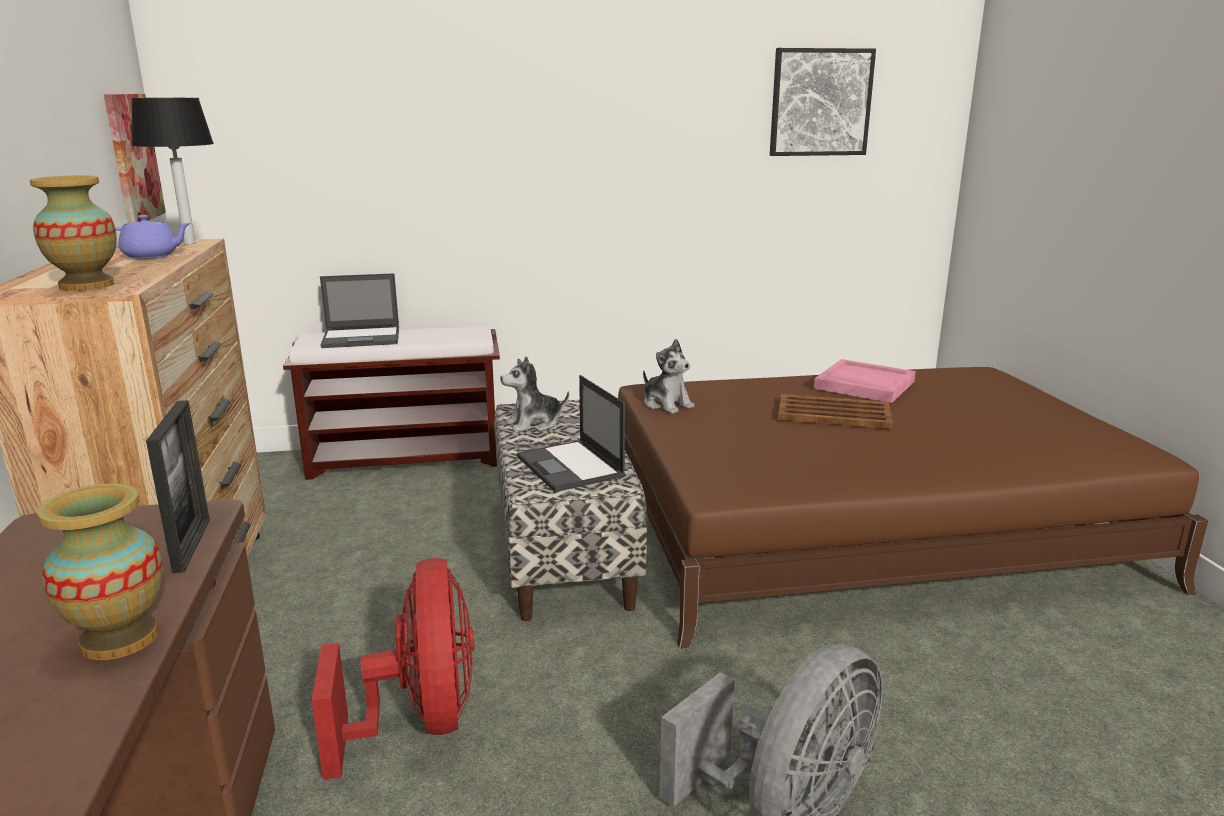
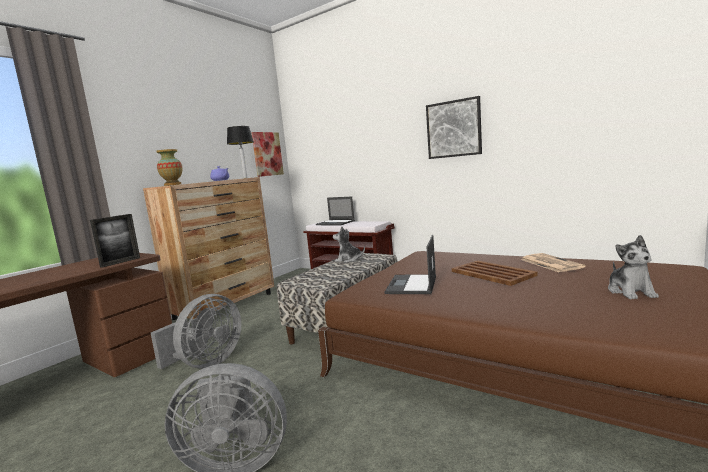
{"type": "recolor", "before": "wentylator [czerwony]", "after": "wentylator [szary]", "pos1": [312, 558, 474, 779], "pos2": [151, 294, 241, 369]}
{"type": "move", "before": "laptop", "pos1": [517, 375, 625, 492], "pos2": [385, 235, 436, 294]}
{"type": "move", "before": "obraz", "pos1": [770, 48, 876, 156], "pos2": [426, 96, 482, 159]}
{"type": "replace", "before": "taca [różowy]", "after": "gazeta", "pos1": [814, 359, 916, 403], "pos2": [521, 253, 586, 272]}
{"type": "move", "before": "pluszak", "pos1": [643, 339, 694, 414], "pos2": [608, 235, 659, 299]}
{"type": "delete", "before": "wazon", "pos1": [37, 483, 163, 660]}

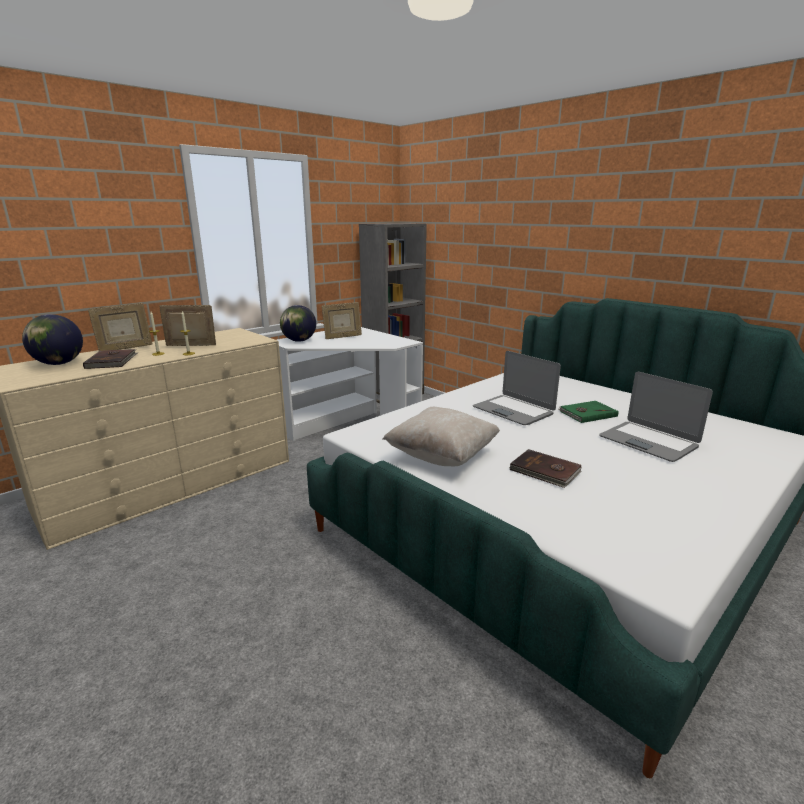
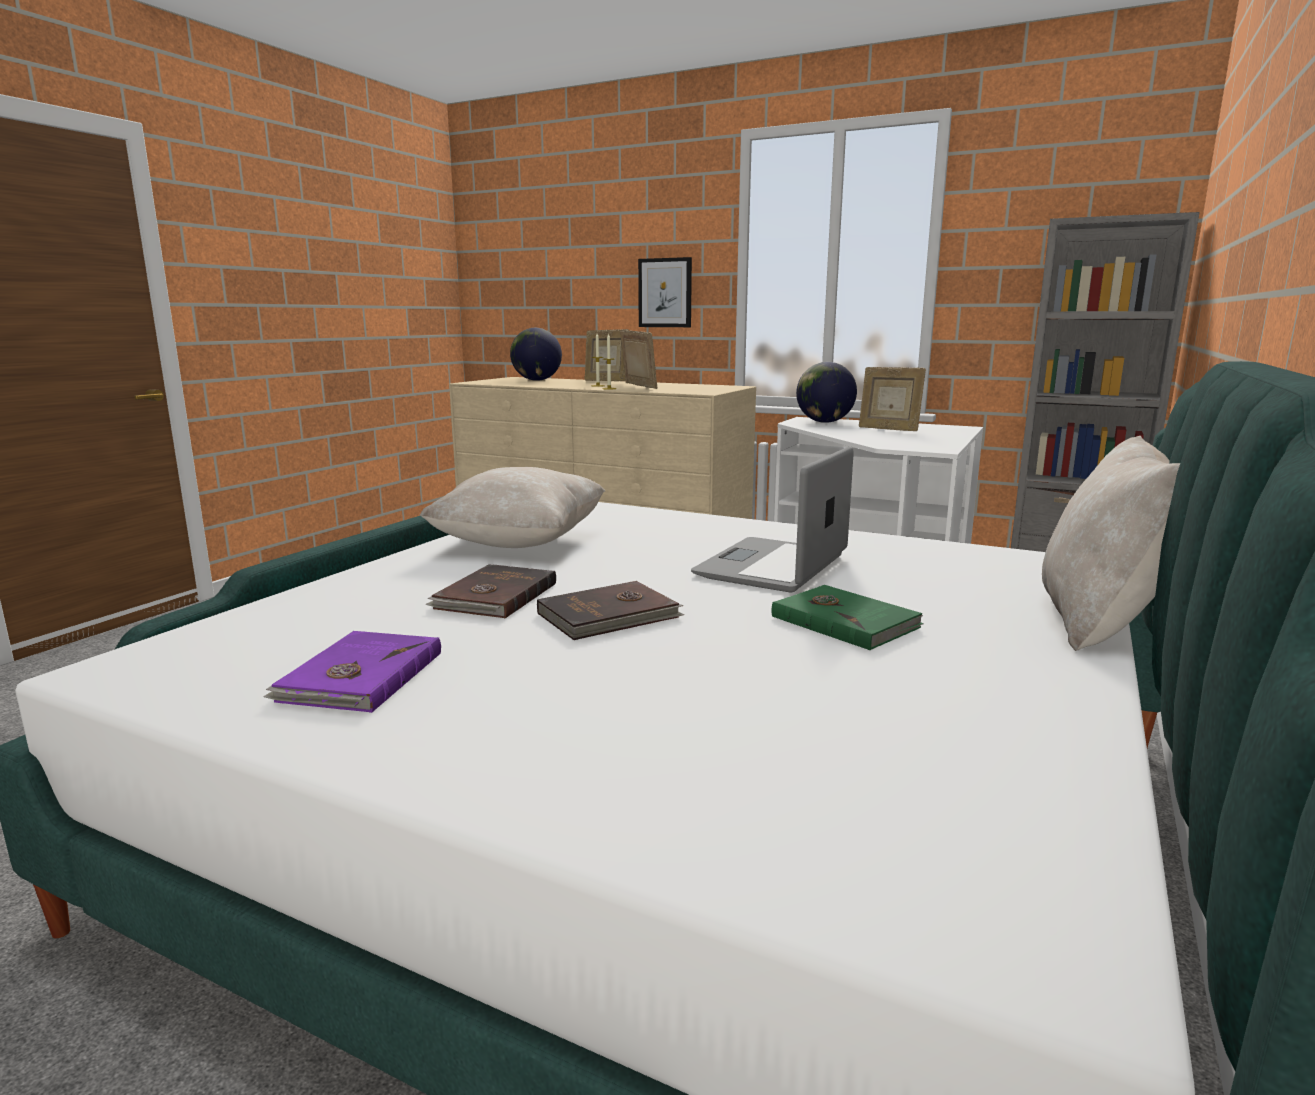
{"type": "insert", "after": "książka [fioletowy]", "pos2": [263, 631, 441, 713]}
{"type": "move", "before": "książka [brązowy]", "pos1": [83, 349, 138, 369], "pos2": [537, 581, 684, 640]}
{"type": "insert", "after": "obraz", "pos2": [638, 257, 692, 327]}
{"type": "insert", "after": "poduszka [beżowy]", "pos2": [1042, 436, 1180, 651]}
{"type": "delete", "before": "laptop", "pos1": [599, 372, 713, 462]}

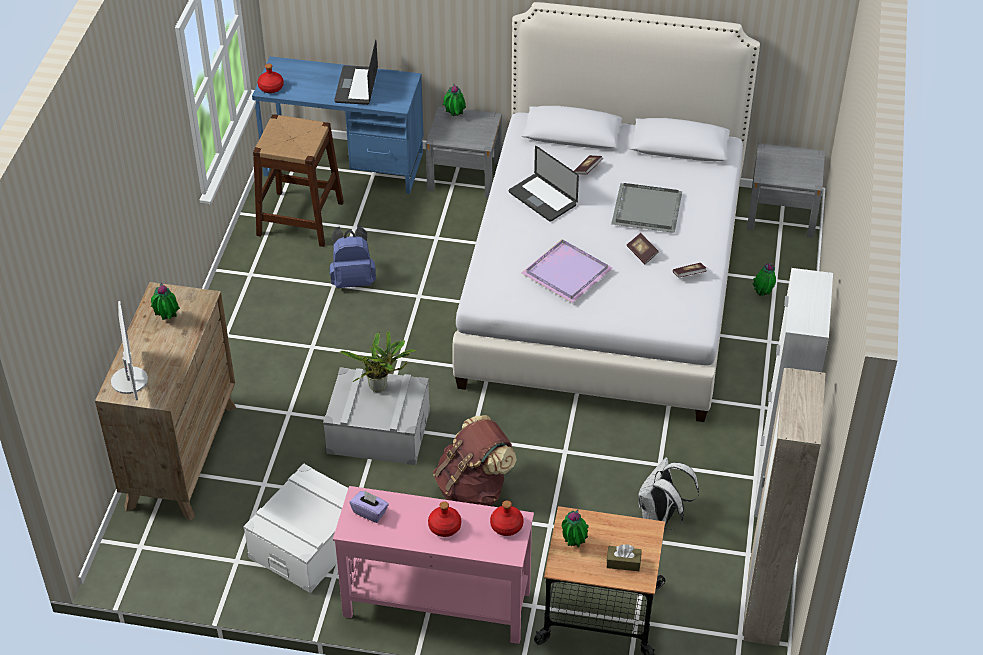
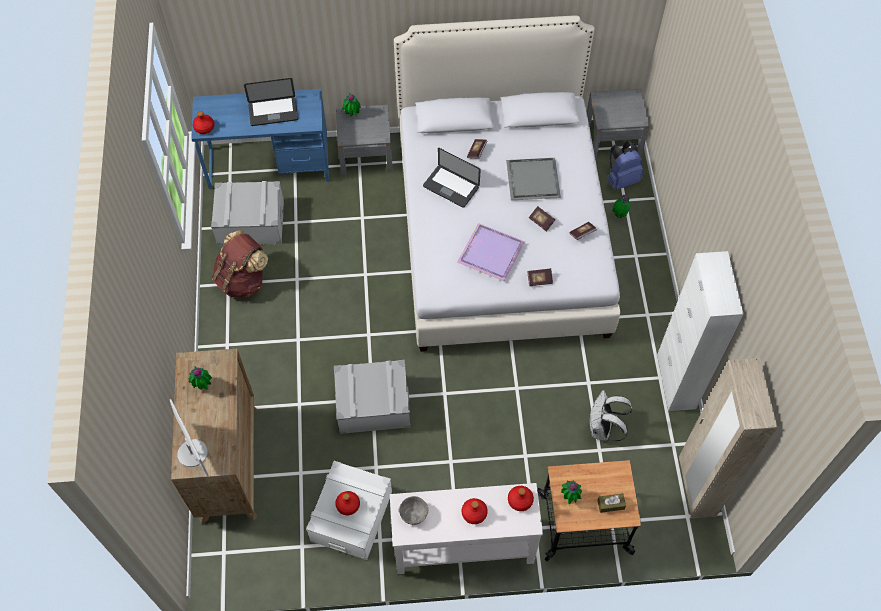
{"type": "replace", "before": "stołek [brązowy]", "after": "pojemnik do przechowywania [szary]", "pos1": [253, 114, 344, 247], "pos2": [211, 181, 284, 246]}
{"type": "move", "before": "plecak [brązowy]", "pos1": [433, 415, 517, 506], "pos2": [211, 230, 268, 298]}
{"type": "rotate", "before": "laptop", "pos1": [334, 40, 378, 105], "pos2": [244, 78, 298, 126], "turn": -90}
{"type": "insert", "after": "butelka [czerwony]", "pos2": [335, 491, 360, 515]}
{"type": "recolor", "before": "stolik konsolowy [różowy]", "after": "stolik konsolowy [biały]", "pos1": [333, 486, 534, 644], "pos2": [390, 483, 543, 574]}
{"type": "replace", "before": "pudełko chusteczek [fioletowy]", "after": "miska [szary]", "pos1": [350, 491, 389, 523], "pos2": [399, 496, 428, 525]}
{"type": "insert", "after": "książka", "pos2": [527, 268, 553, 286]}
{"type": "move", "before": "plecak [niebieski]", "pos1": [329, 225, 376, 288], "pos2": [608, 140, 643, 190]}
{"type": "delete", "before": "roślina doniczkowa", "pos1": [340, 331, 416, 392]}

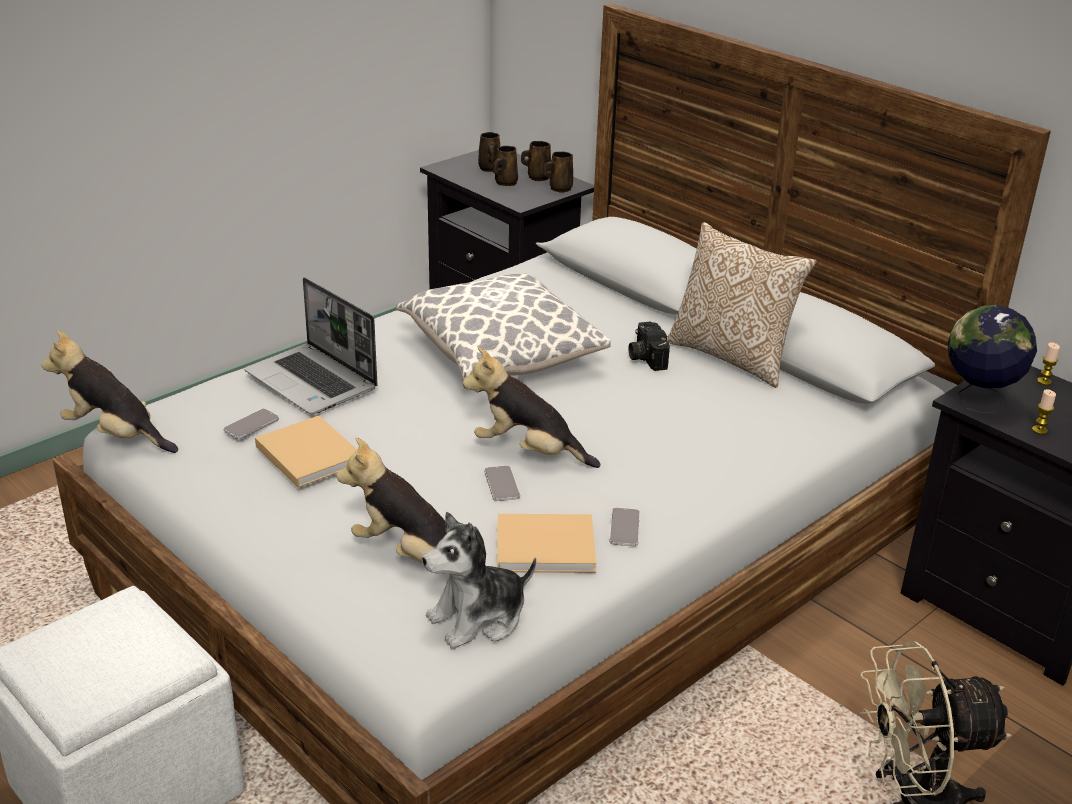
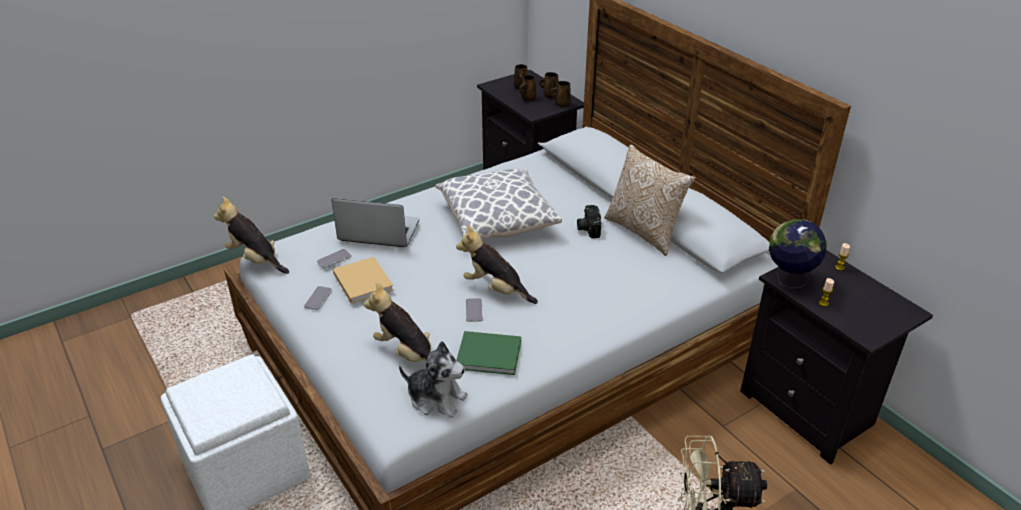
{"type": "move", "before": "telefon", "pos1": [609, 508, 640, 546], "pos2": [304, 286, 332, 310]}
{"type": "rotate", "before": "laptop", "pos1": [244, 277, 378, 414], "pos2": [332, 198, 419, 247], "turn": 135}
{"type": "rotate", "before": "pluszak", "pos1": [422, 512, 536, 649], "pos2": [399, 341, 468, 418], "turn": -135}
{"type": "recolor", "before": "książka [beżowy]", "after": "książka [zielony]", "pos1": [497, 514, 596, 573], "pos2": [456, 331, 521, 375]}

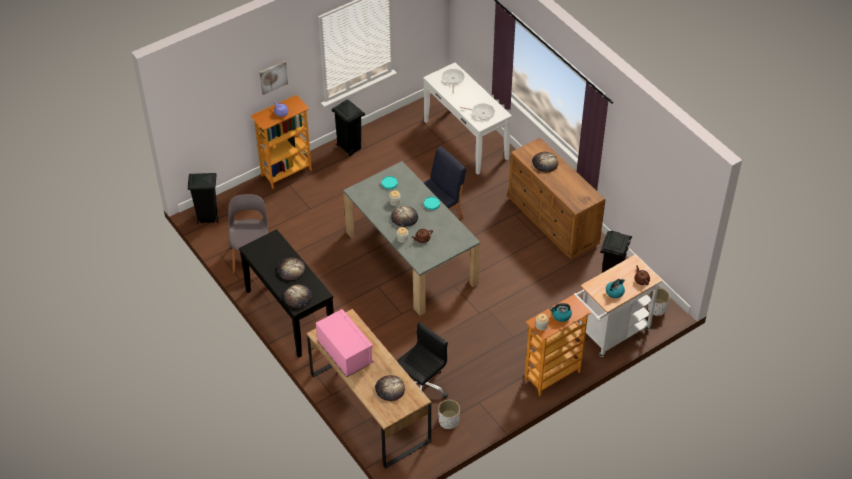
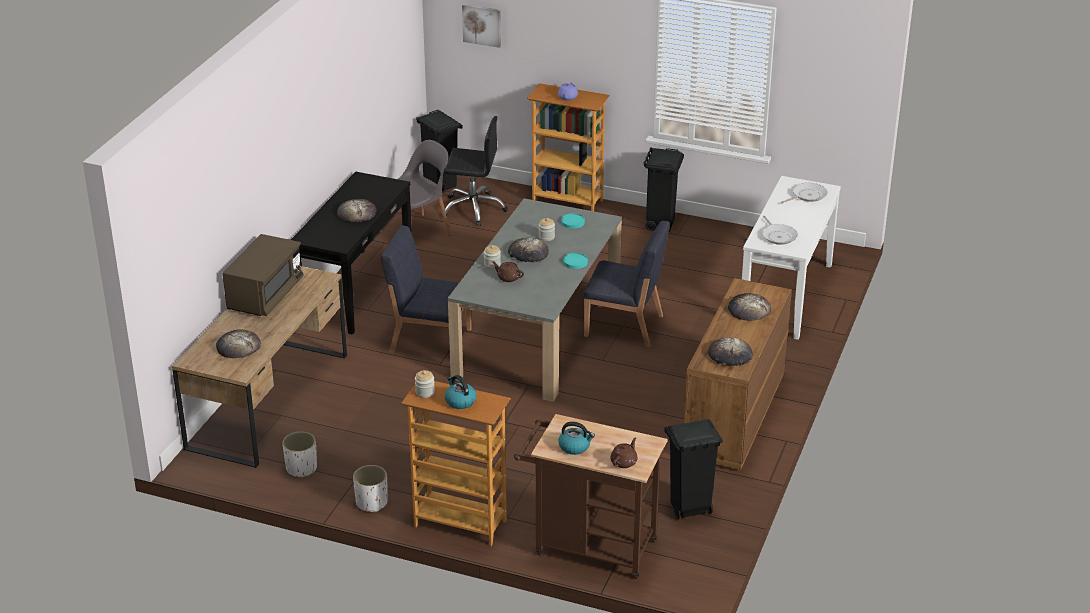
{"type": "recolor", "before": "mikrofalówka [różowy]", "after": "mikrofalówka [brązowy]", "pos1": [316, 309, 374, 377], "pos2": [222, 234, 304, 316]}
{"type": "move", "before": "donica [biały]", "pos1": [648, 288, 670, 316], "pos2": [353, 465, 388, 512]}
{"type": "insert", "after": "krzesło [niebieski]", "pos2": [381, 225, 471, 353]}
{"type": "move", "before": "krzesło biurowe [czarny]", "pos1": [397, 322, 448, 398], "pos2": [441, 116, 508, 226]}
{"type": "move", "before": "obraz", "pos1": [260, 61, 288, 95], "pos2": [462, 4, 501, 48]}
{"type": "recolor", "before": "wózek [biały]", "after": "wózek [brązowy]", "pos1": [574, 255, 662, 357], "pos2": [514, 414, 668, 579]}
{"type": "move", "before": "chleb", "pos1": [284, 285, 312, 308], "pos2": [708, 337, 753, 366]}

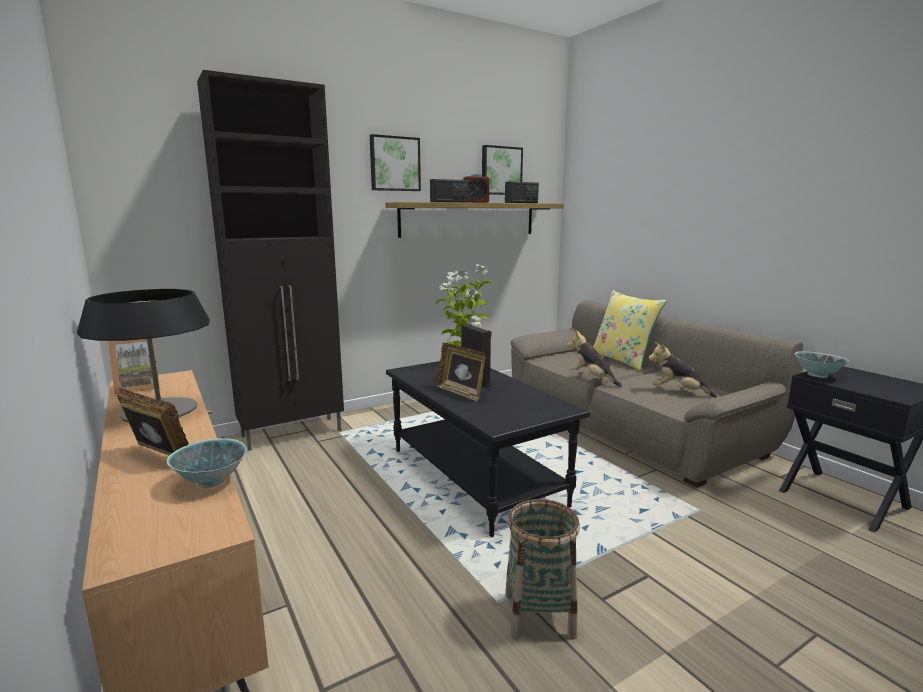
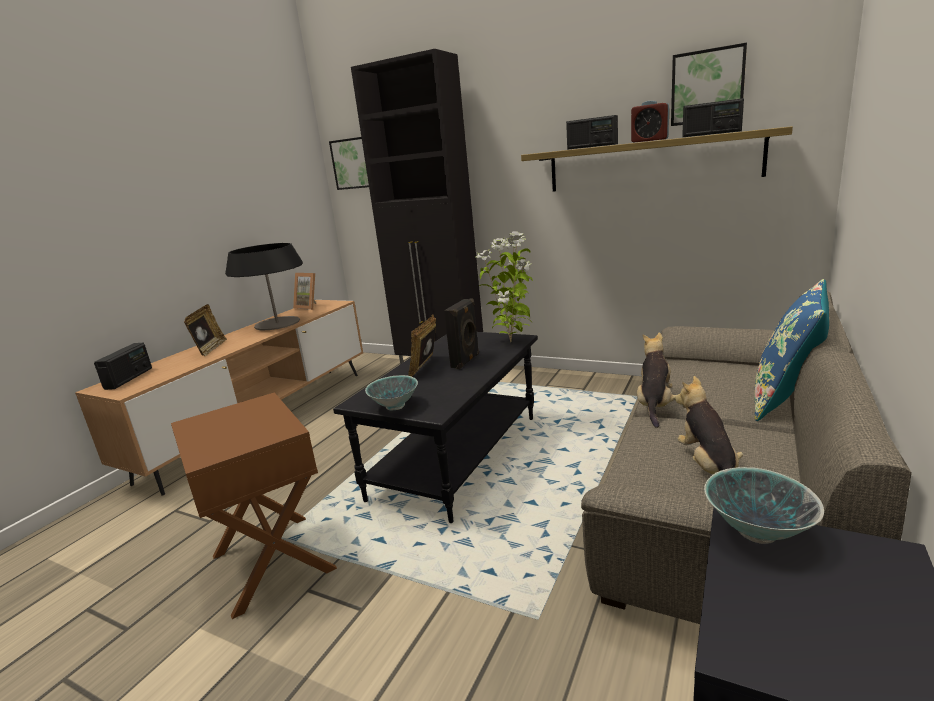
{"type": "insert", "after": "radio", "pos2": [94, 343, 152, 390]}
{"type": "replace", "before": "koszyk", "after": "stolik [brązowy]", "pos1": [505, 499, 580, 640], "pos2": [171, 392, 337, 619]}
{"type": "move", "before": "obraz", "pos1": [370, 134, 421, 191], "pos2": [329, 137, 369, 190]}
{"type": "move", "before": "miska", "pos1": [167, 438, 247, 488], "pos2": [365, 375, 418, 410]}
{"type": "recolor", "before": "poduszka [żółty]", "after": "poduszka [niebieski]", "pos1": [593, 290, 666, 371], "pos2": [755, 279, 829, 421]}

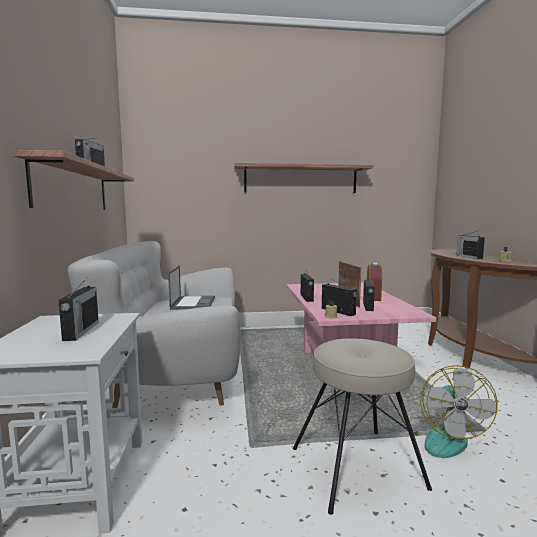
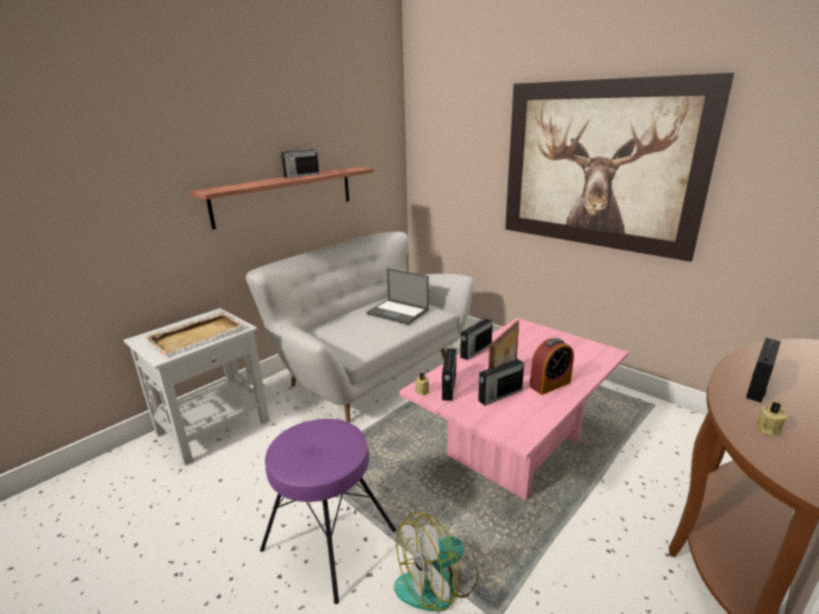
{"type": "replace", "before": "radio", "after": "taca [beżowy]", "pos1": [59, 279, 99, 341], "pos2": [145, 312, 245, 356]}
{"type": "recolor", "before": "stołek [beżowy]", "after": "stołek [fioletowy]", "pos1": [293, 338, 432, 515], "pos2": [260, 419, 396, 604]}
{"type": "rotate", "before": "laptop", "pos1": [168, 266, 215, 310], "pos2": [366, 268, 429, 325], "turn": 75}
{"type": "replace", "before": "półka", "after": "obraz", "pos1": [234, 163, 374, 193], "pos2": [505, 73, 735, 262]}

